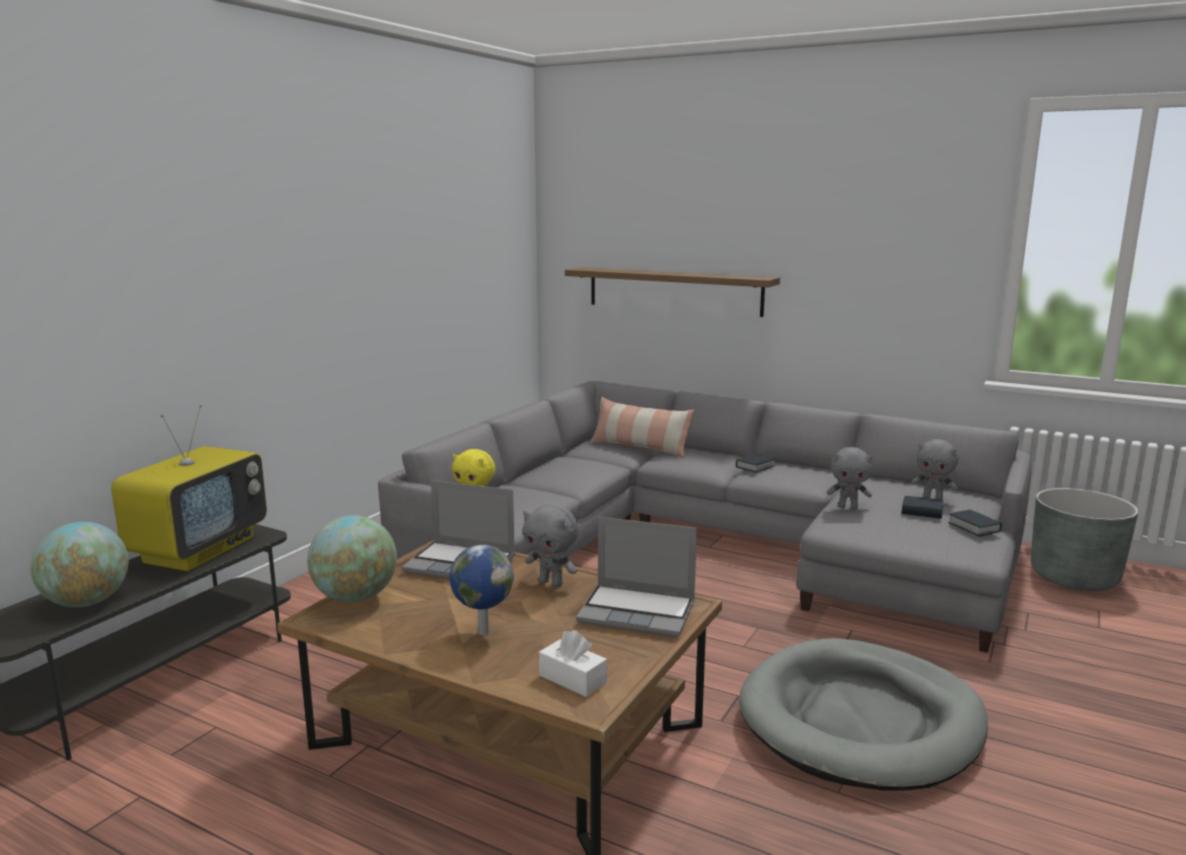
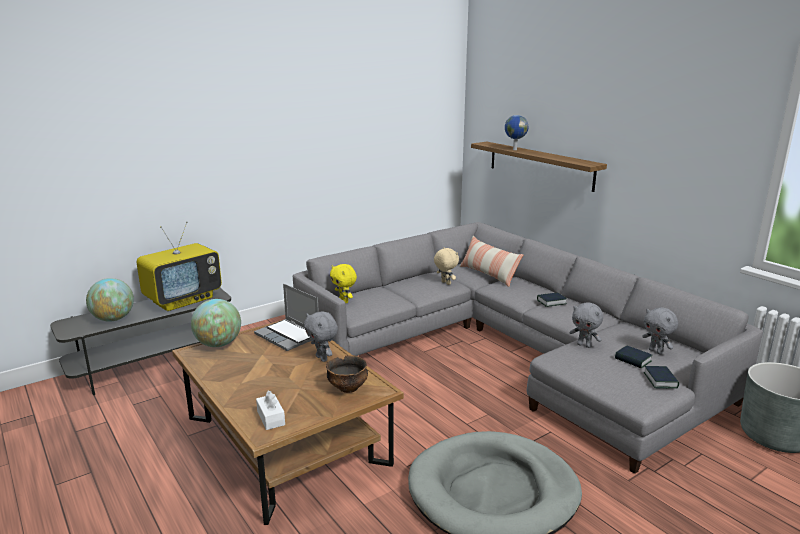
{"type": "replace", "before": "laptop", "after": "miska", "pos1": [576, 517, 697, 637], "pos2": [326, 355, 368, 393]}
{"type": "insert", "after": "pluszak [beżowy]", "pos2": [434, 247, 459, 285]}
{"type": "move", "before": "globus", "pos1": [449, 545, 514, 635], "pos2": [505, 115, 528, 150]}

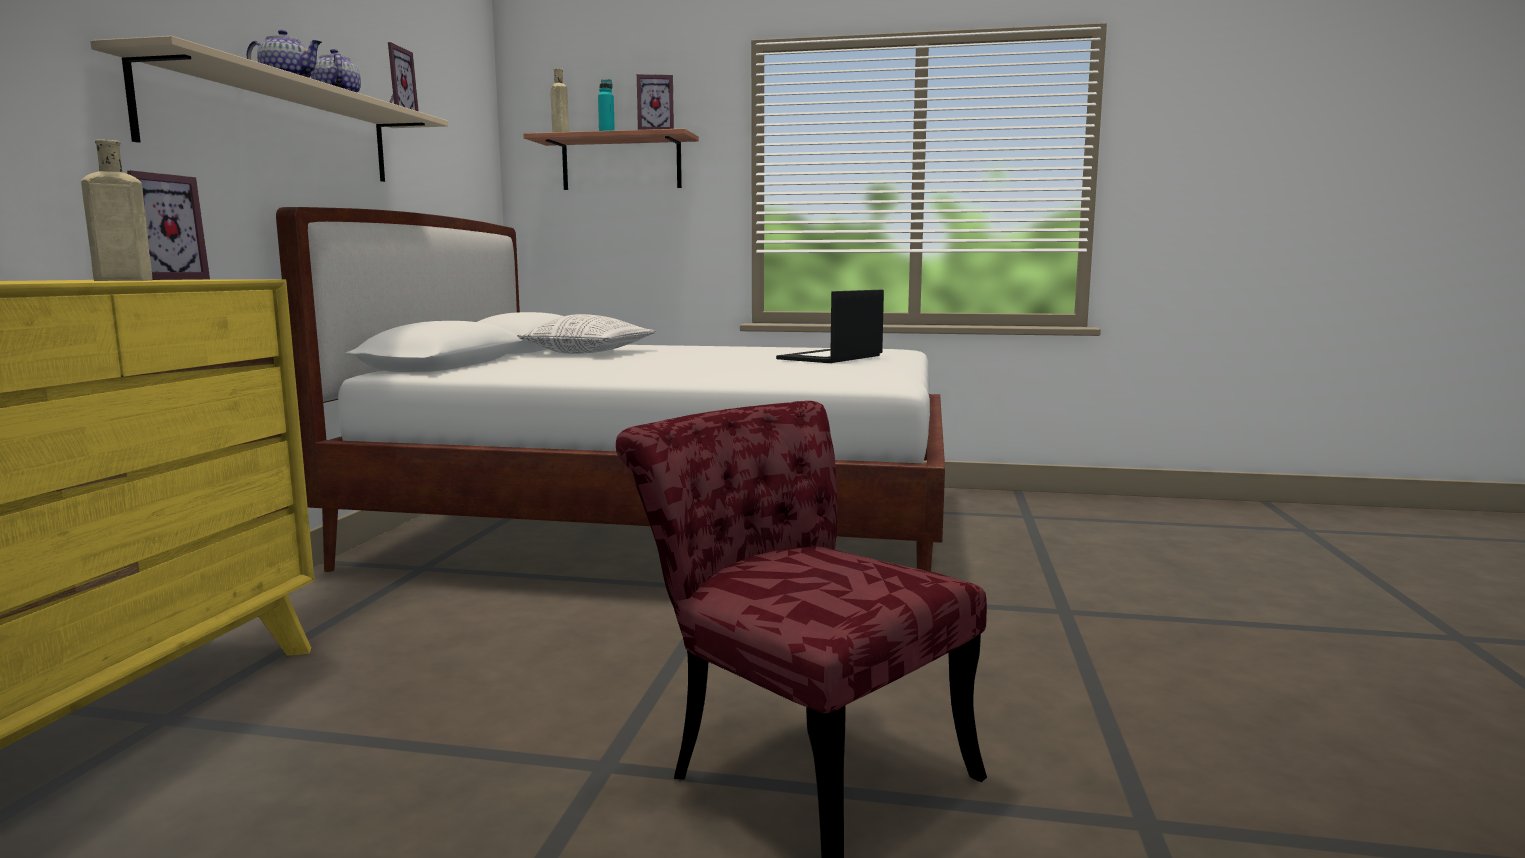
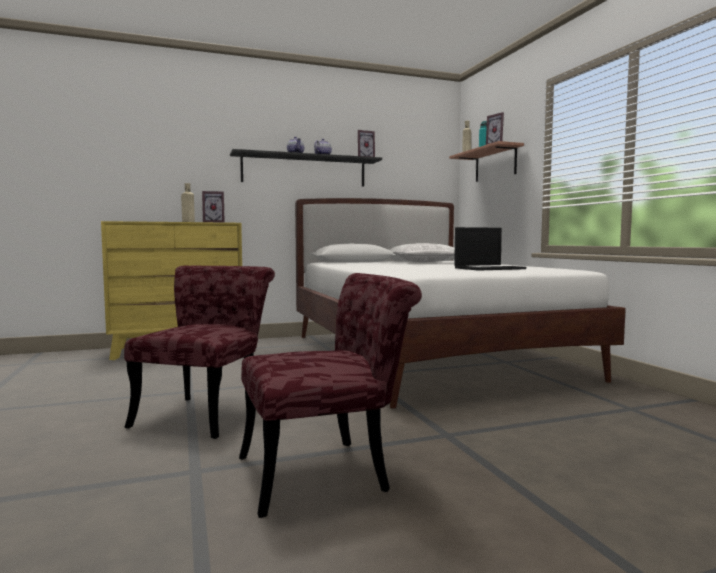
{"type": "recolor", "before": "półka [beżowy]", "after": "półka [czarny]", "pos1": [90, 36, 448, 182], "pos2": [230, 149, 382, 187]}
{"type": "insert", "after": "krzesło [czerwony]", "pos2": [239, 273, 422, 518]}
{"type": "rotate", "before": "laptop", "pos1": [776, 290, 884, 363], "pos2": [454, 227, 526, 271], "turn": 150}

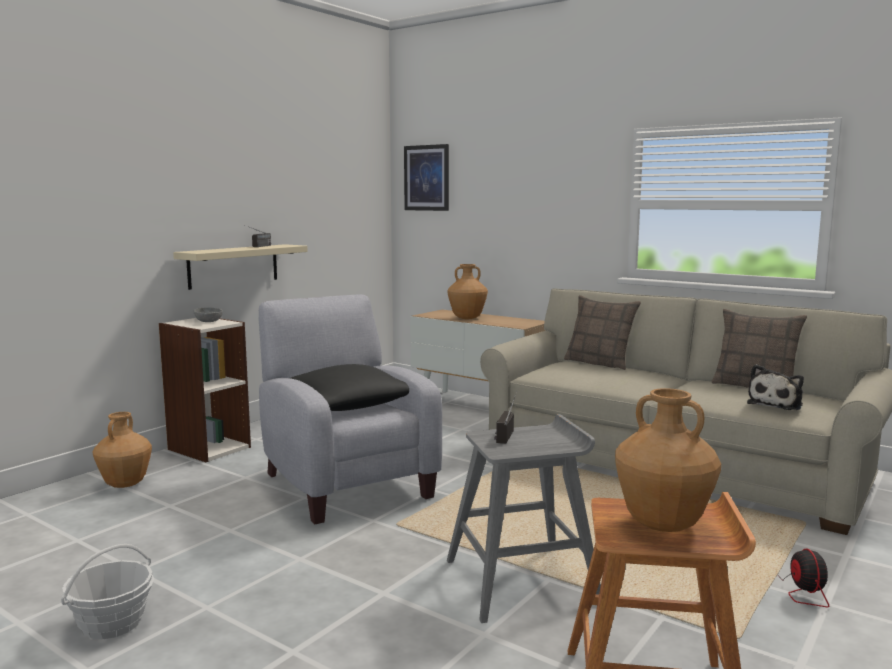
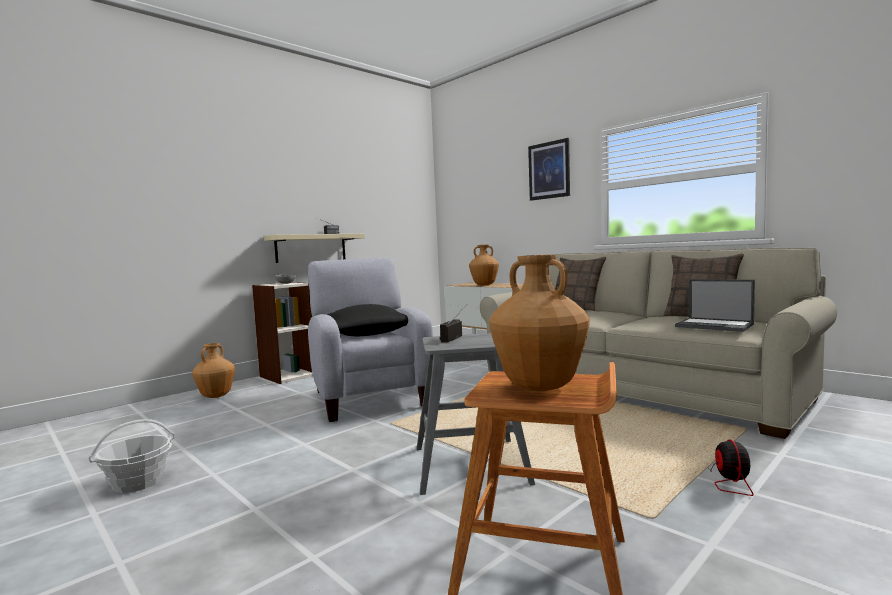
{"type": "move", "before": "obraz", "pos1": [404, 144, 449, 211], "pos2": [528, 138, 570, 201]}
{"type": "replace", "before": "pluszak", "after": "laptop", "pos1": [747, 364, 804, 410], "pos2": [675, 279, 755, 332]}

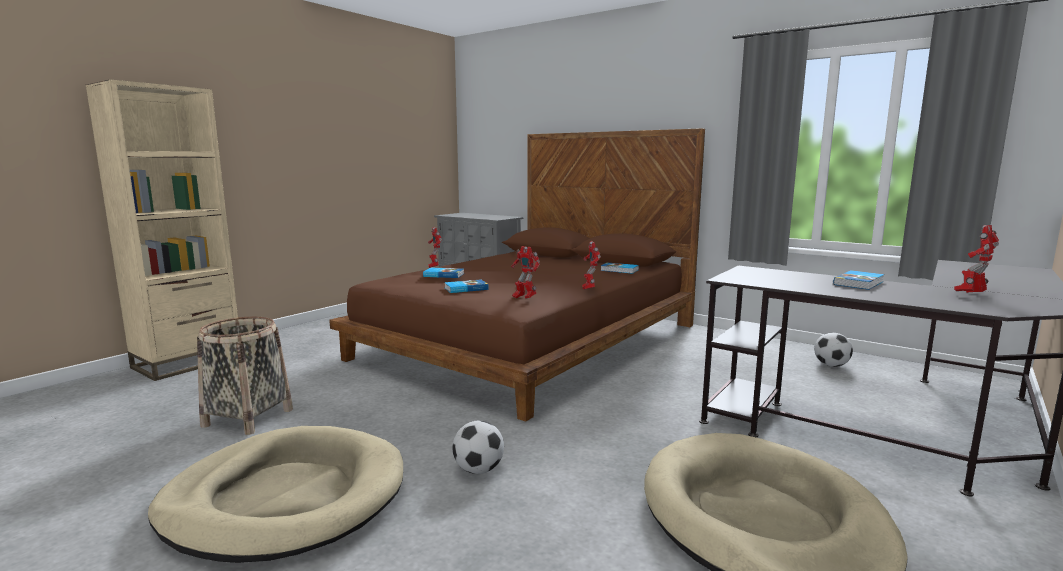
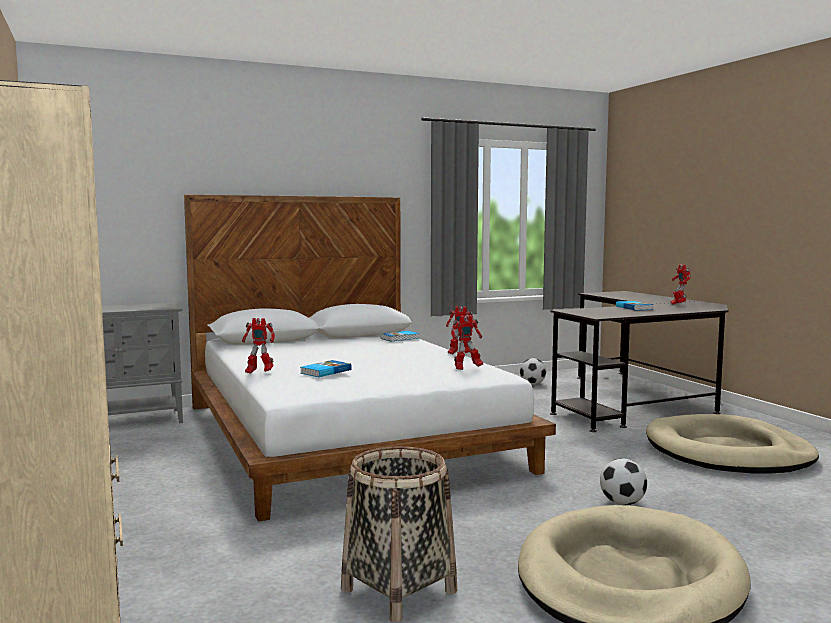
{"type": "recolor", "before": "łóżko [brązowy]", "after": "łóżko [biały]", "pos1": [329, 128, 705, 422], "pos2": [184, 195, 556, 522]}
{"type": "delete", "before": "książka", "pos1": [444, 279, 489, 293]}

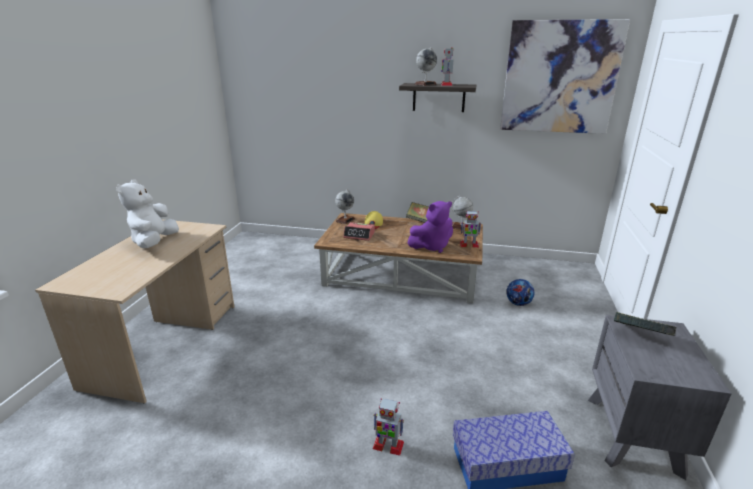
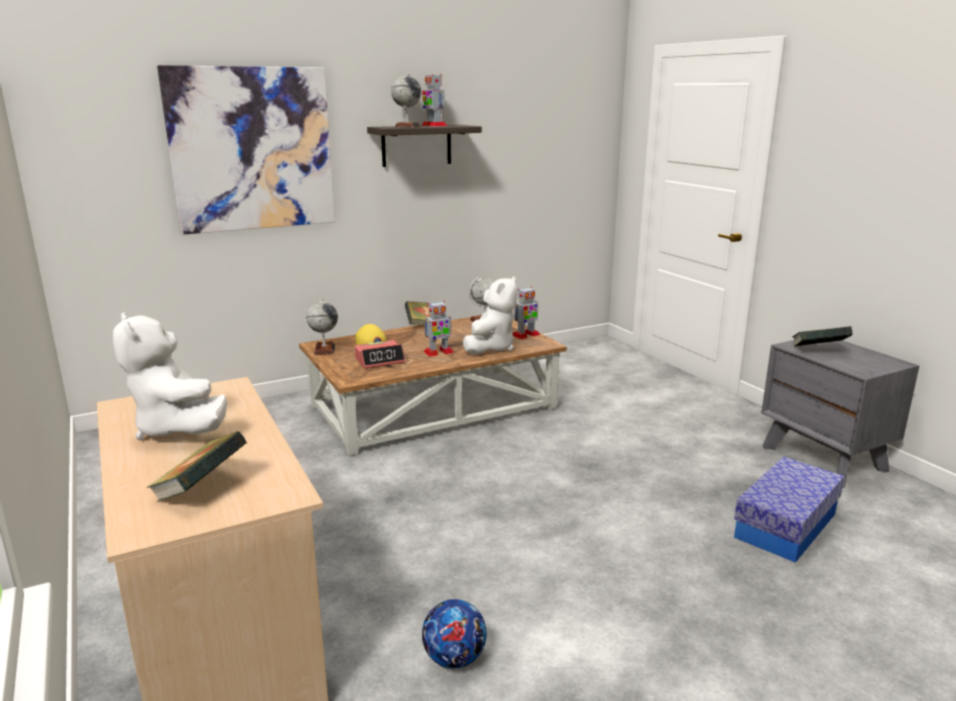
{"type": "insert", "after": "książka", "pos2": [147, 431, 247, 502]}
{"type": "move", "before": "obraz", "pos1": [500, 19, 630, 134], "pos2": [157, 65, 335, 235]}
{"type": "move", "before": "piłka futbolowa", "pos1": [506, 279, 534, 306], "pos2": [422, 599, 487, 669]}
{"type": "move", "before": "robot zabawkowy", "pos1": [372, 398, 404, 456], "pos2": [424, 301, 454, 357]}
{"type": "recolor", "before": "pluszak [fioletowy]", "after": "pluszak [biały]", "pos1": [408, 201, 453, 253], "pos2": [463, 276, 517, 354]}

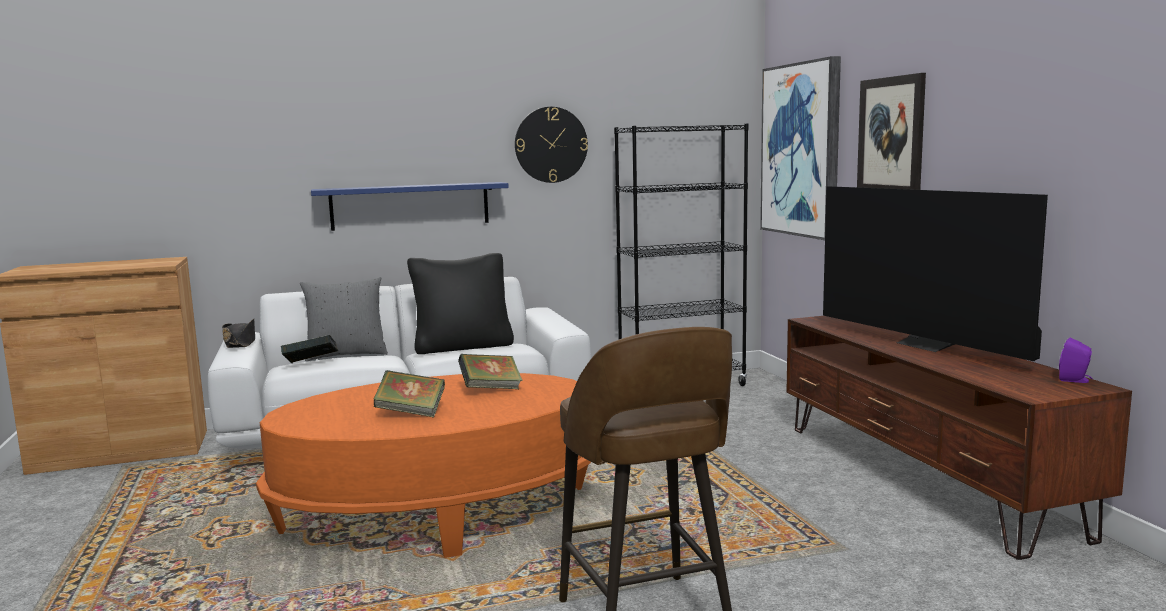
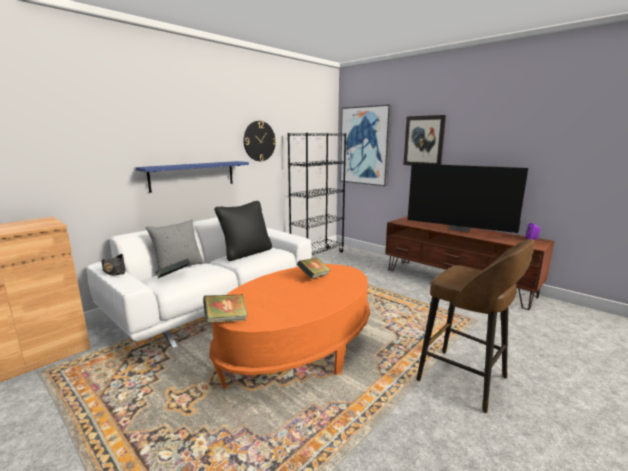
{"type": "move", "before": "książka", "pos1": [373, 370, 445, 418], "pos2": [203, 294, 248, 323]}

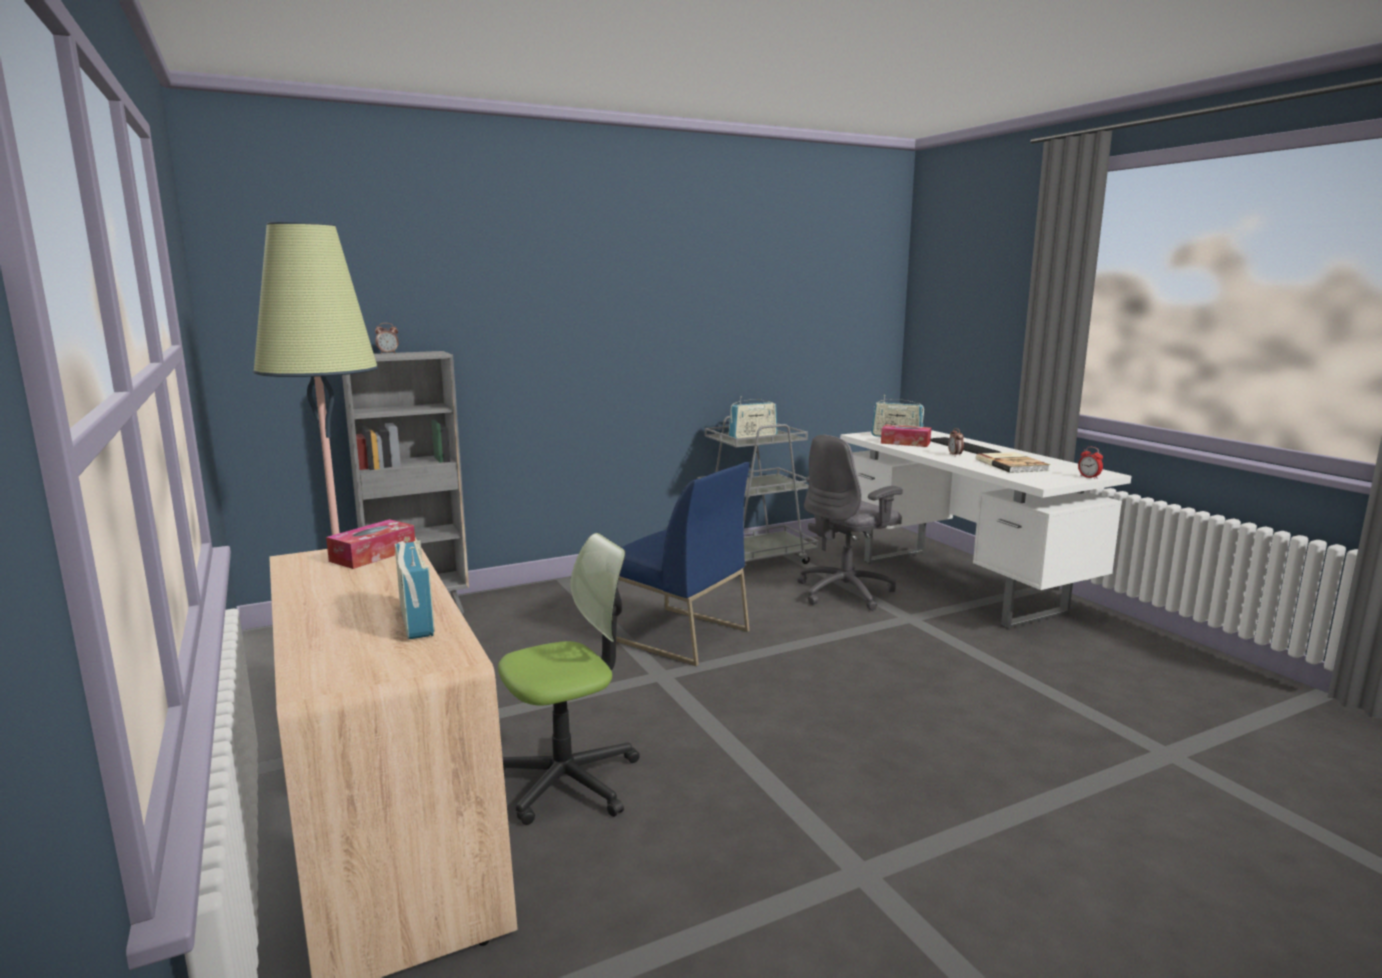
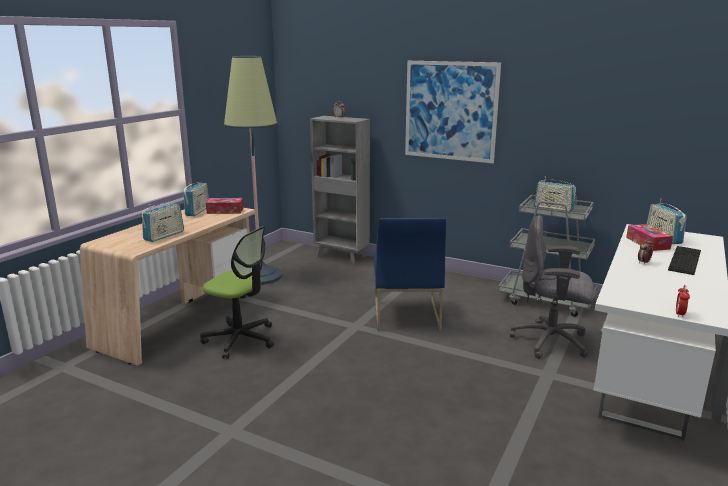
{"type": "insert", "after": "radio", "pos2": [183, 182, 209, 216]}
{"type": "insert", "after": "obraz", "pos2": [405, 61, 501, 163]}
{"type": "delete", "before": "książka", "pos1": [976, 452, 1050, 473]}

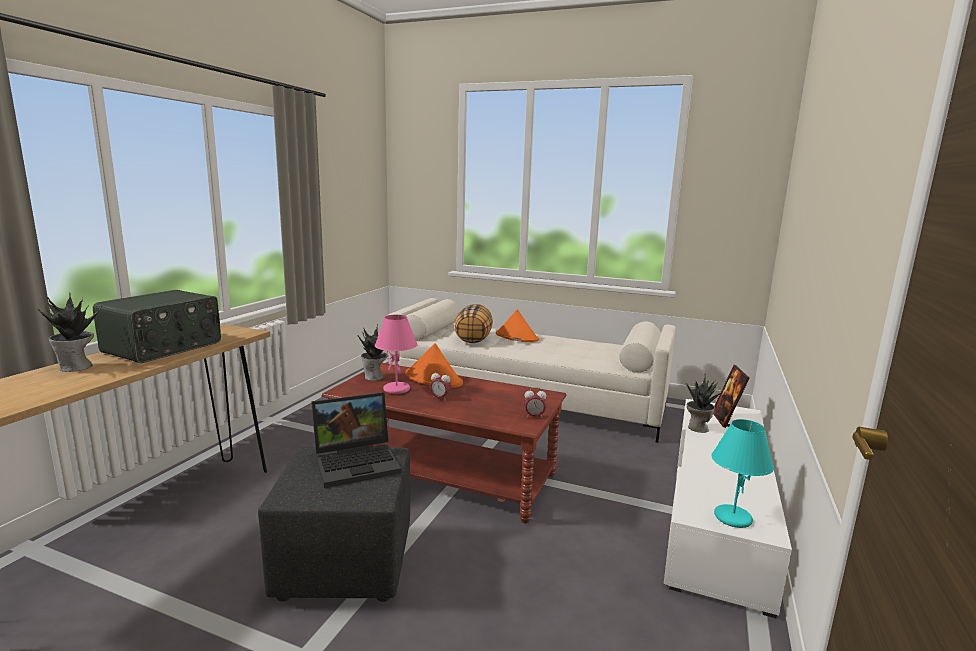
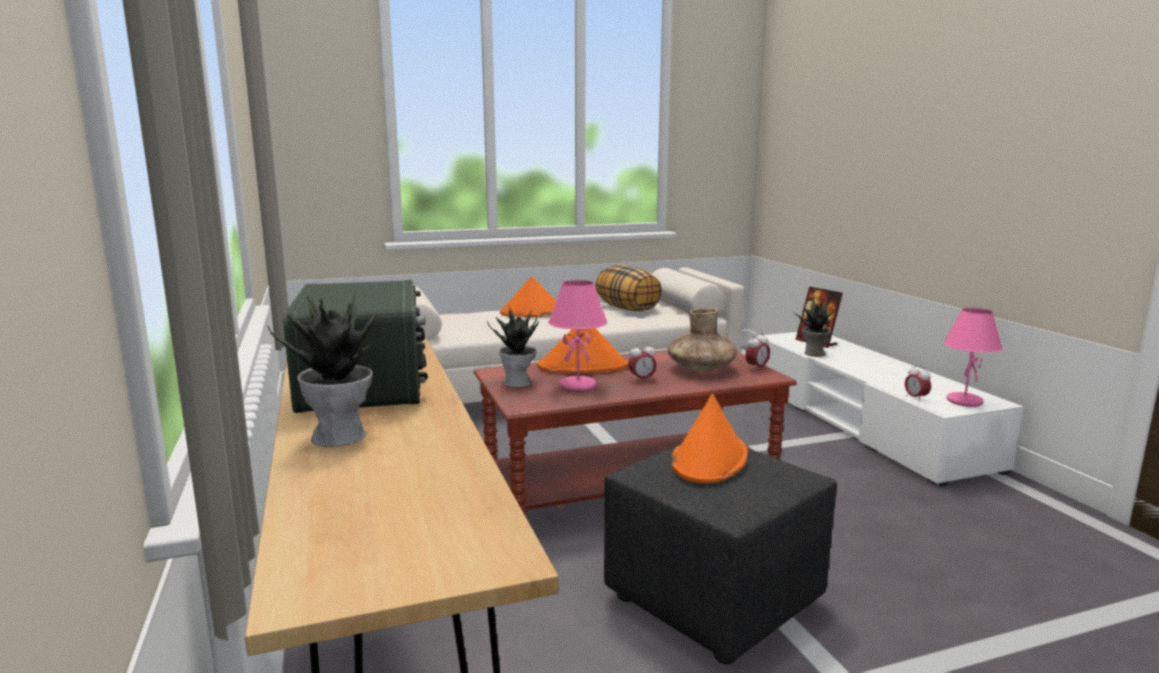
{"type": "move", "before": "poduszka", "pos1": [455, 304, 493, 343], "pos2": [595, 265, 662, 311]}
{"type": "insert", "after": "wazon [brązowy]", "pos2": [667, 308, 737, 372]}
{"type": "replace", "before": "laptop", "after": "kapelusz [pomarańczowy]", "pos1": [311, 392, 402, 488], "pos2": [671, 394, 748, 483]}
{"type": "insert", "after": "budzik", "pos2": [905, 364, 931, 400]}
{"type": "recolor", "before": "lampa stołowa [turkusowy]", "after": "lampa stołowa [różowy]", "pos1": [711, 419, 774, 528], "pos2": [943, 308, 1003, 407]}

